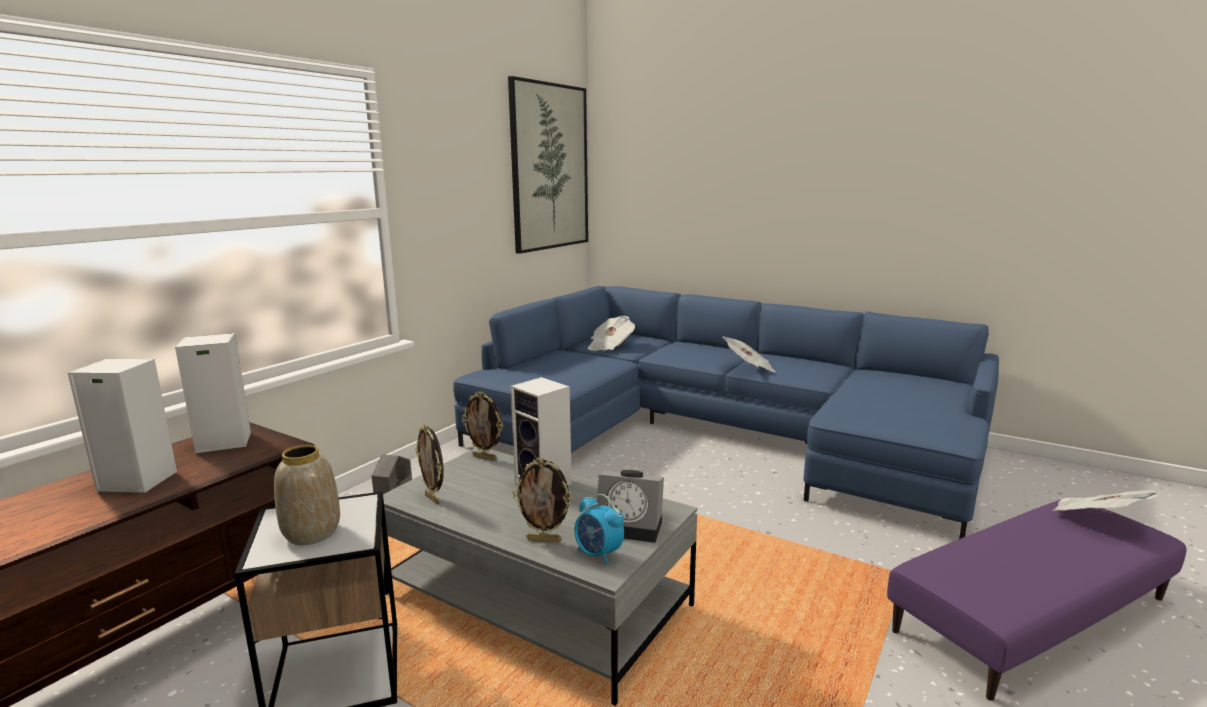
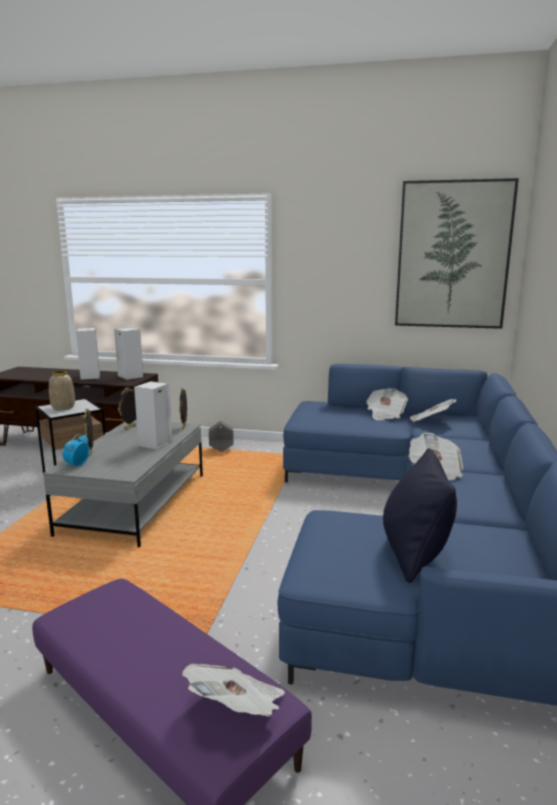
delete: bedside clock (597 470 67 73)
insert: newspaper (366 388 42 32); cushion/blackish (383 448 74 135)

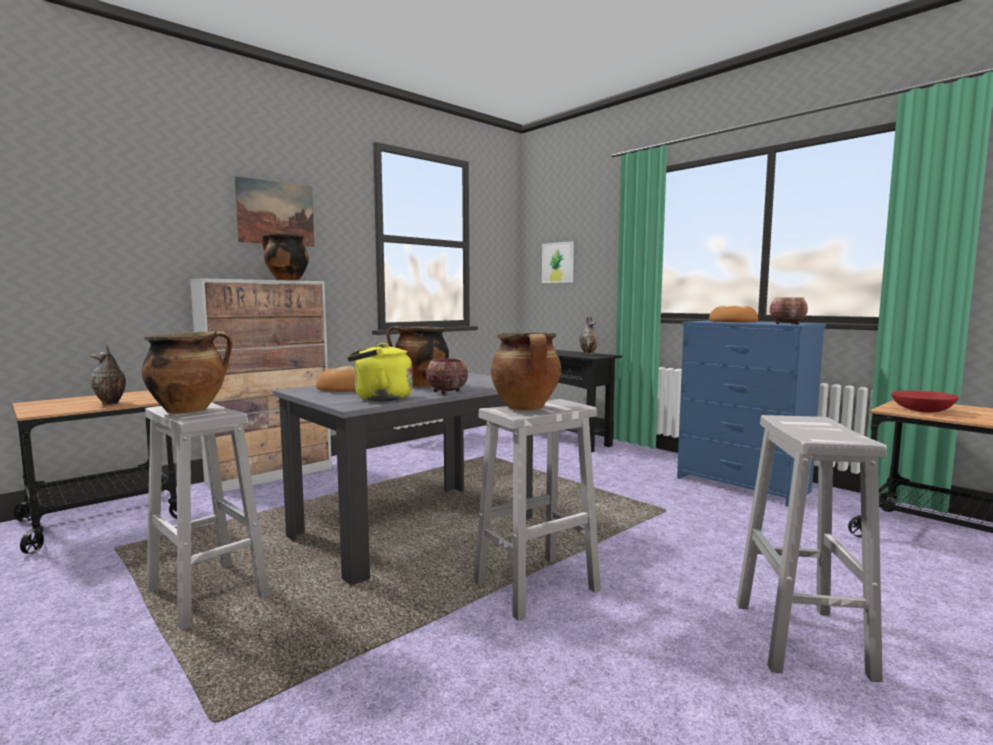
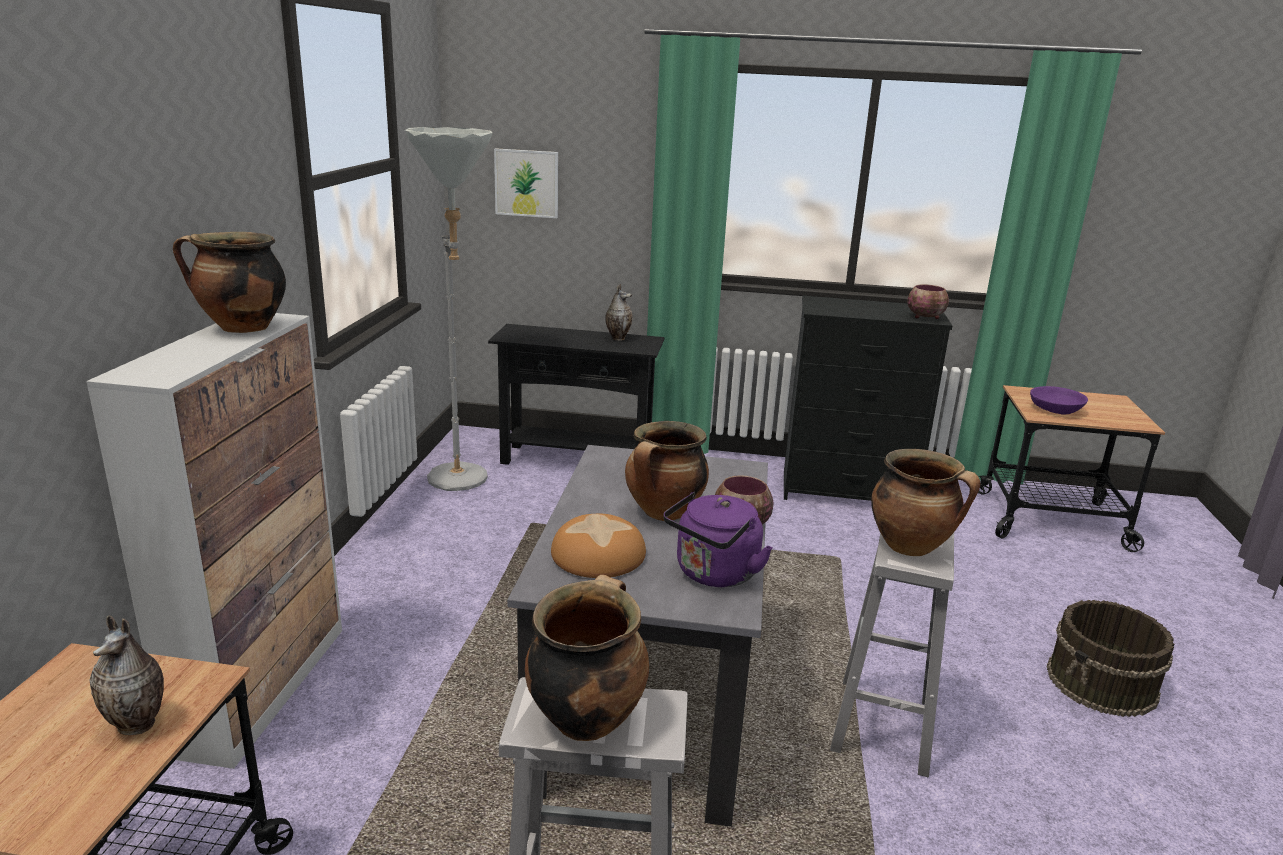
delete: wall art (234 176 80 71); bread (709 306 49 16)
insert: standing lamp/gray (405 127 87 364)
replace: stool/white (736 415 151 267) to bucket/brown (1046 600 128 117)
recolor: kettle/yellowish (347 343 66 58) to kettle/purplish (663 492 109 95); chest of drawers/blue (677 321 149 186) to chest of drawers/blackish (784 296 168 205); serving bowl/red-coloured (891 391 68 22) to serving bowl/purplish (1030 386 58 28)

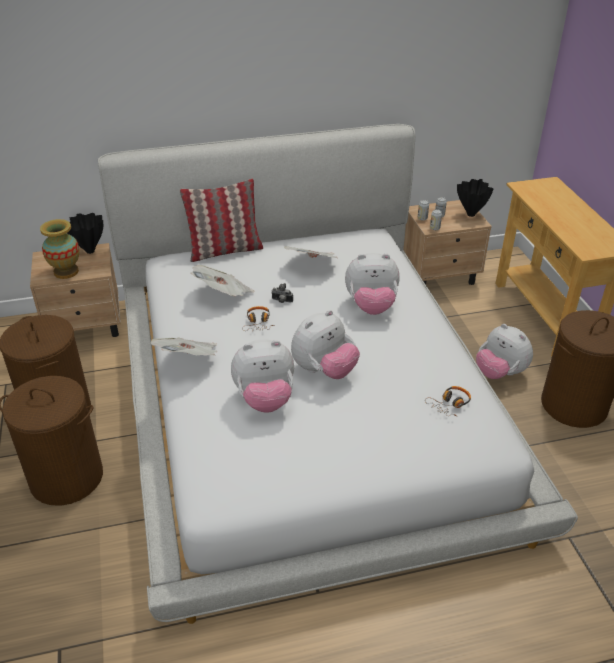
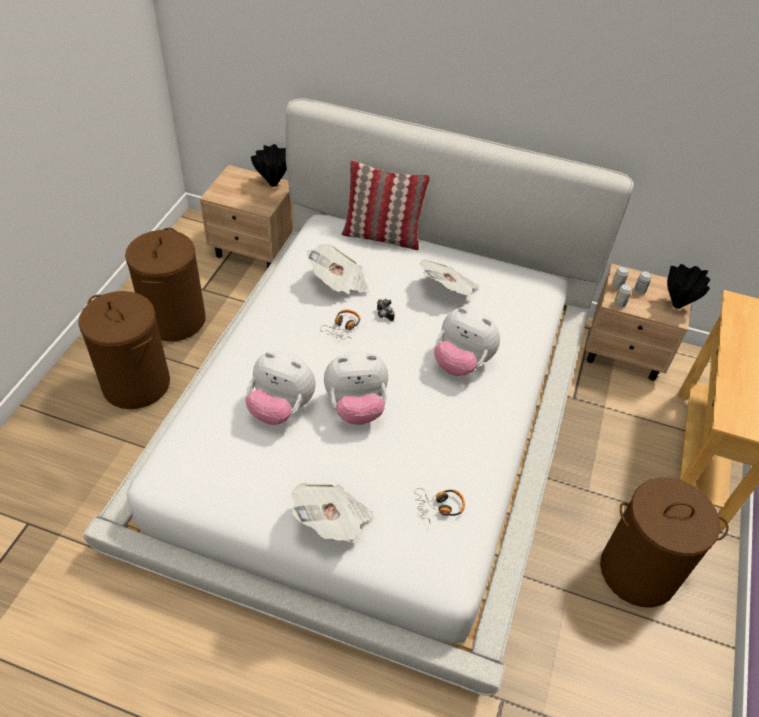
delete: vase (40 219 40 60); soft toy (476 324 57 55)
move: newspaper (151 338 67 17) to (291 483 83 59)

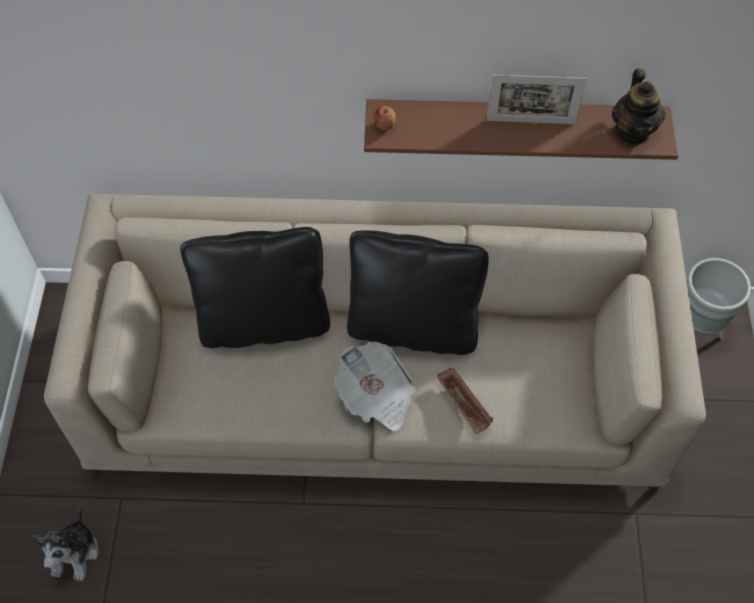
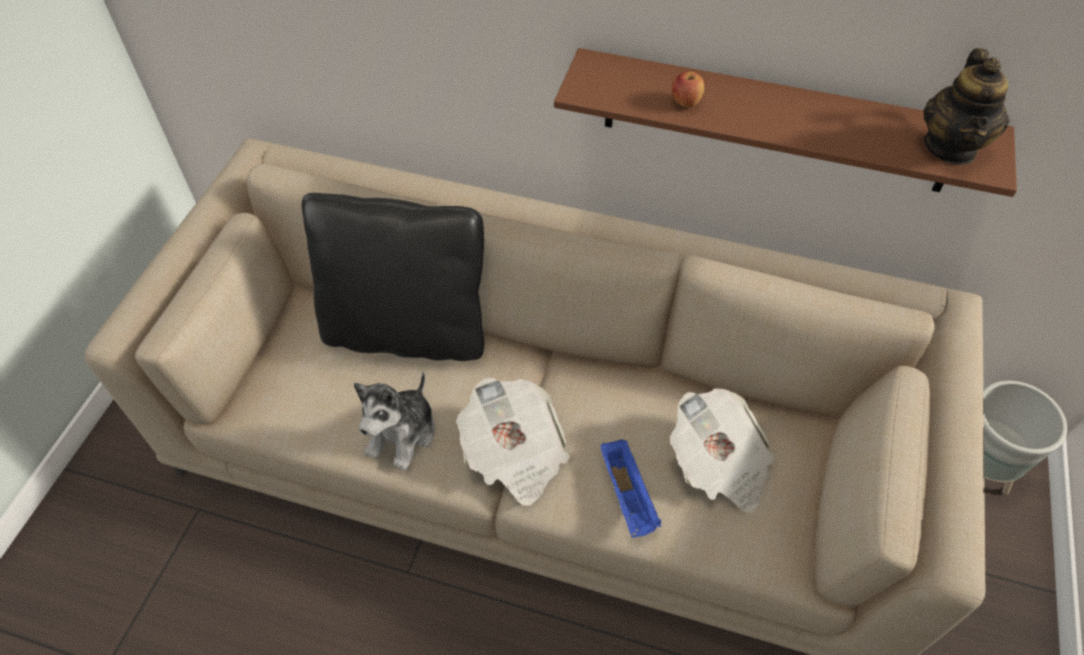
delete: cushion/blackish (347 230 142 125); photo frame (486 75 100 49)
insert: newspaper (670 388 106 125)
move: soft toy (33 508 65 73) to (354 372 81 99); apple fruit (374 106 22 24) to (672 71 32 36)
recolor: tray/brown (437 368 56 66) to tray/blue (600 439 61 99)

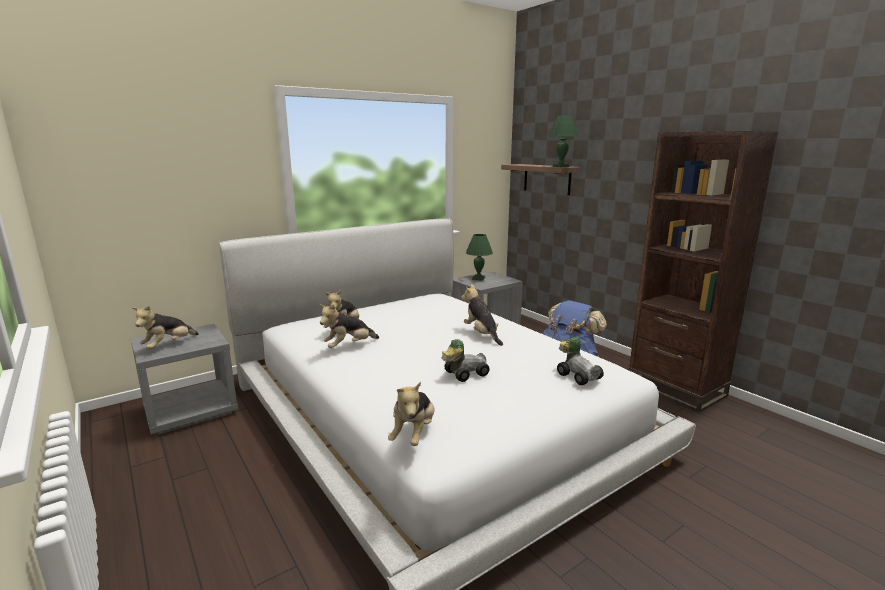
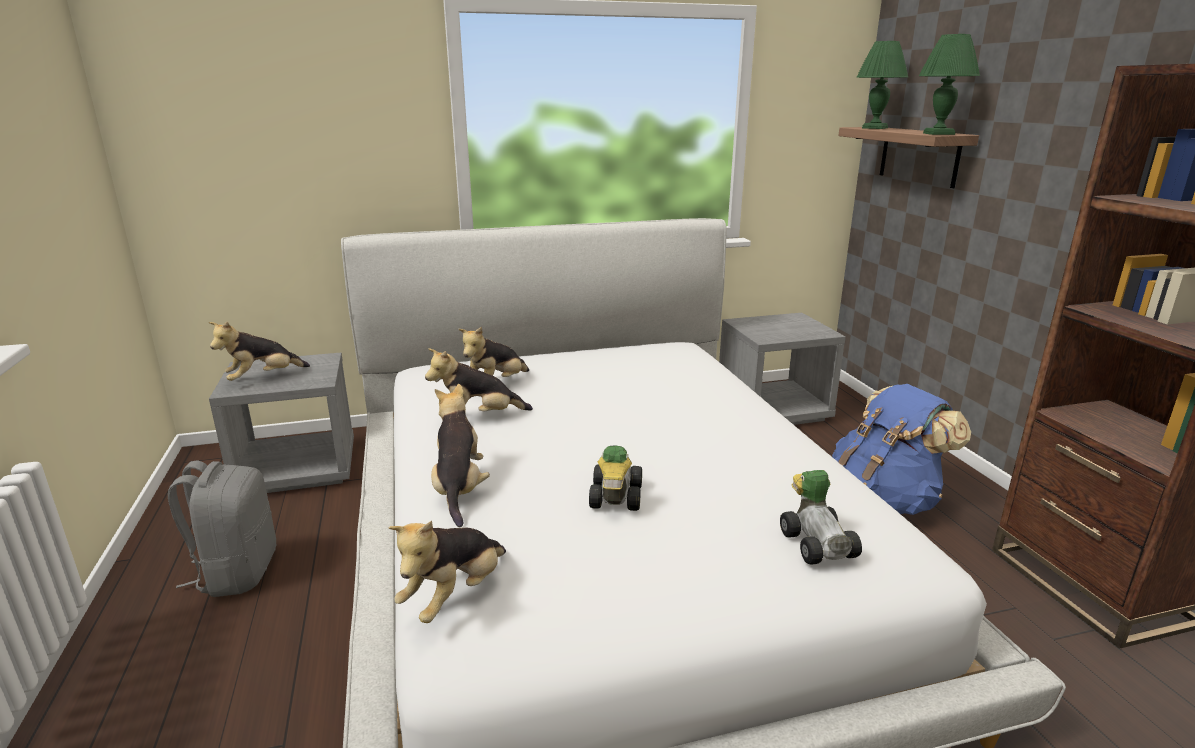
insert: rucksack/gray (168 460 108 137)
move: soft toy (461 284 42 62) to (431 384 59 143); table lamp/green-coloured (466 234 27 47) to (856 41 52 88)
rotate: toy car (441 339 49 43) = (589 446 53 65) 75 degrees counterclockwise

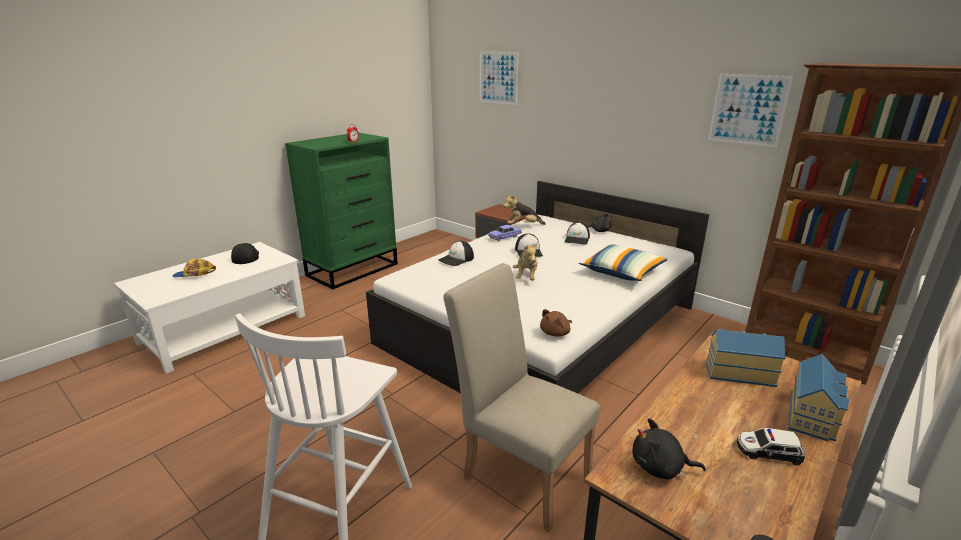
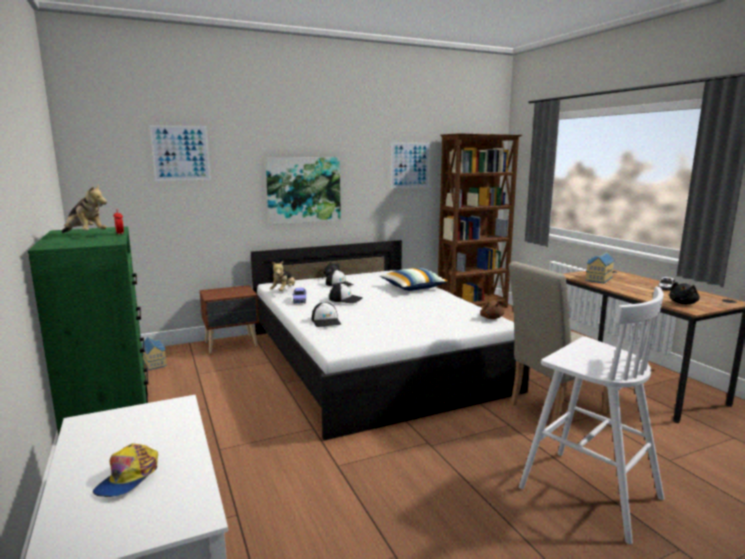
delete: baseball cap (231 243 28 21)
insert: wall art (265 157 76 67)
move: soft toy (513 243 25 38) to (62 185 45 48); model house (789 354 60 88) to (142 337 25 33)

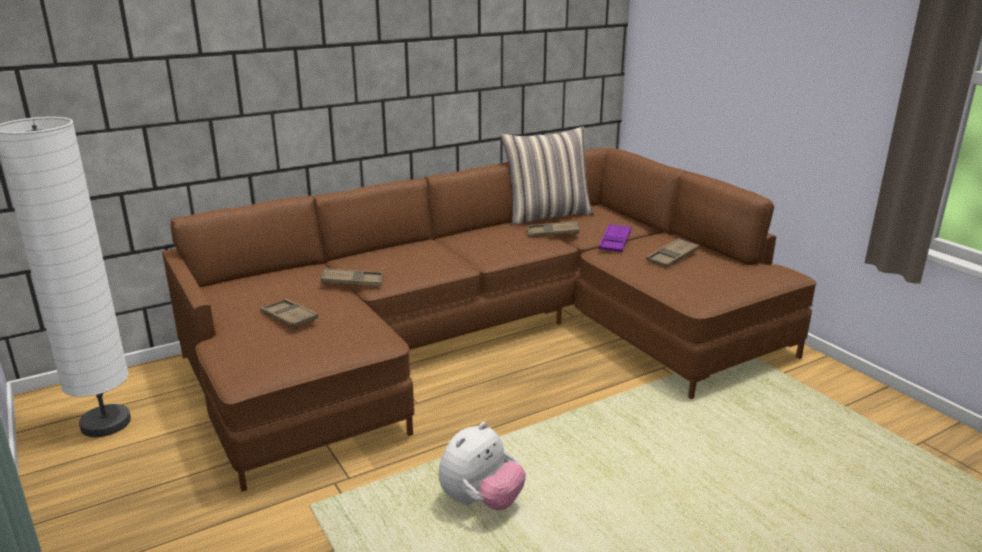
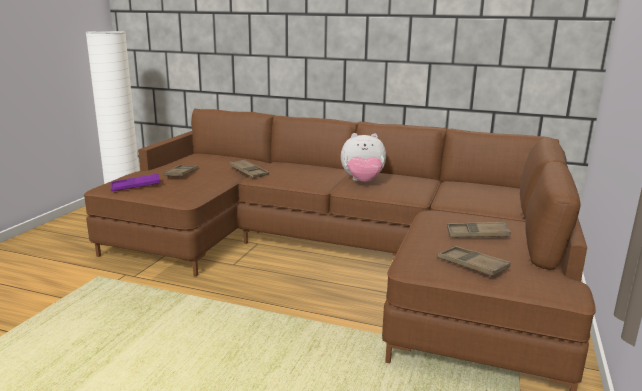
delete: cushion (501 126 93 99)
move: soft toy (439 422 87 88) to (341 133 45 49); tray/brown (527 221 53 16) to (437 246 74 31); tray/purplish (598 224 34 28) to (111 174 49 17)

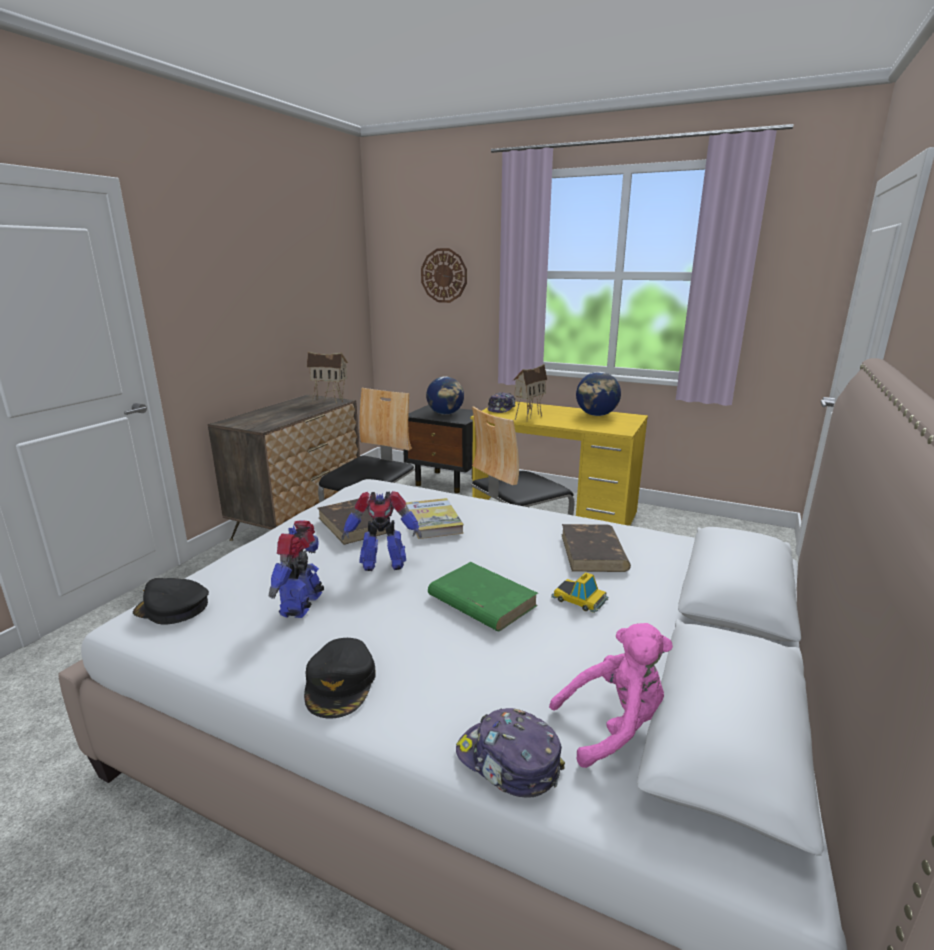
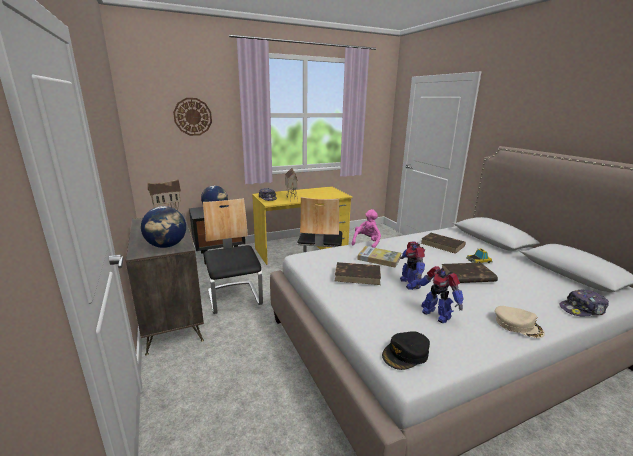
move: soft toy/pink (549 623 124 145) to (352 209 29 39); globe (576 372 45 44) to (141 206 45 42)
recolor: baseball cap/blackish (304 638 72 81) to baseball cap/beige-coloured (495 306 50 32); bound book/green-coloured (428 562 110 69) to bound book/brown (442 263 56 20)
rotate: toy robot (341 491 81 80) = (400 242 25 48) 135 degrees clockwise

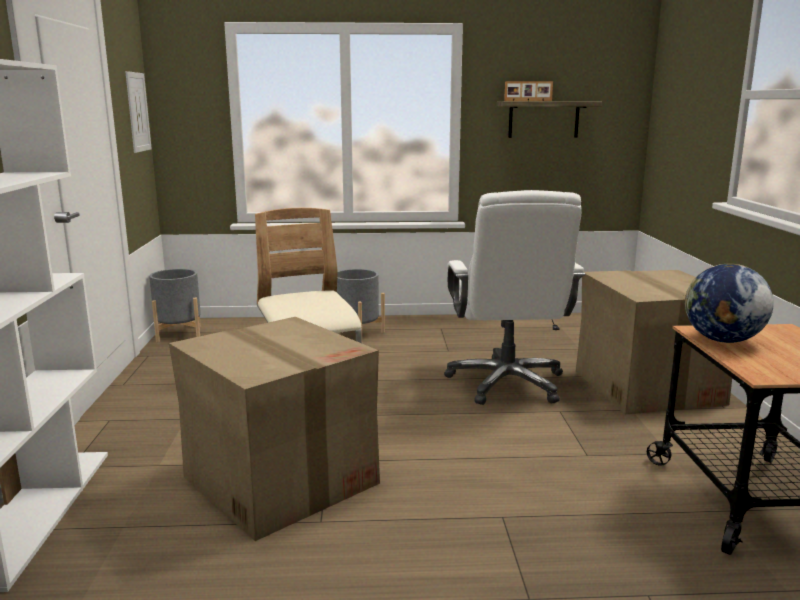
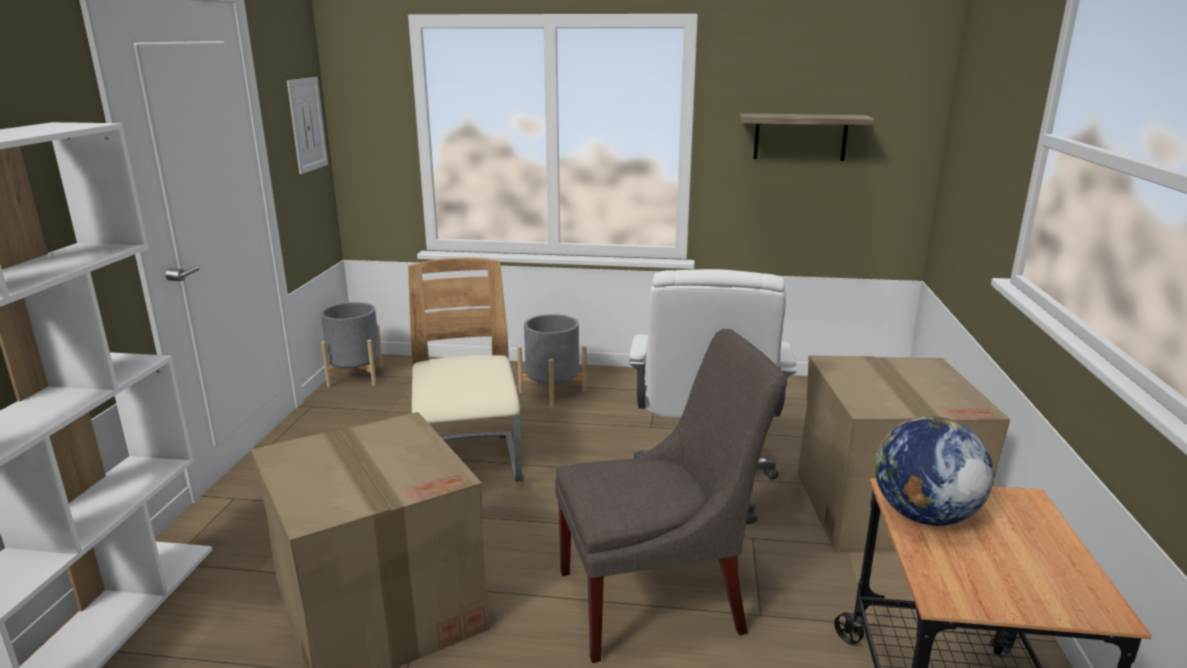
delete: photo frame (504 81 49 20)
insert: upright chair/gray (555 329 232 334)

